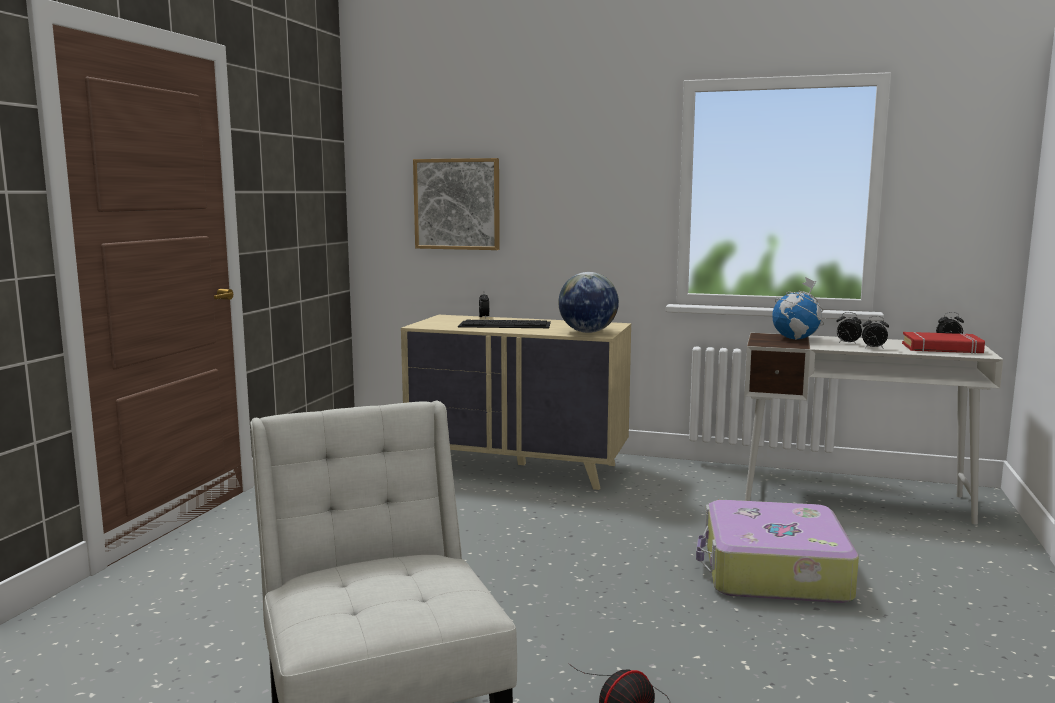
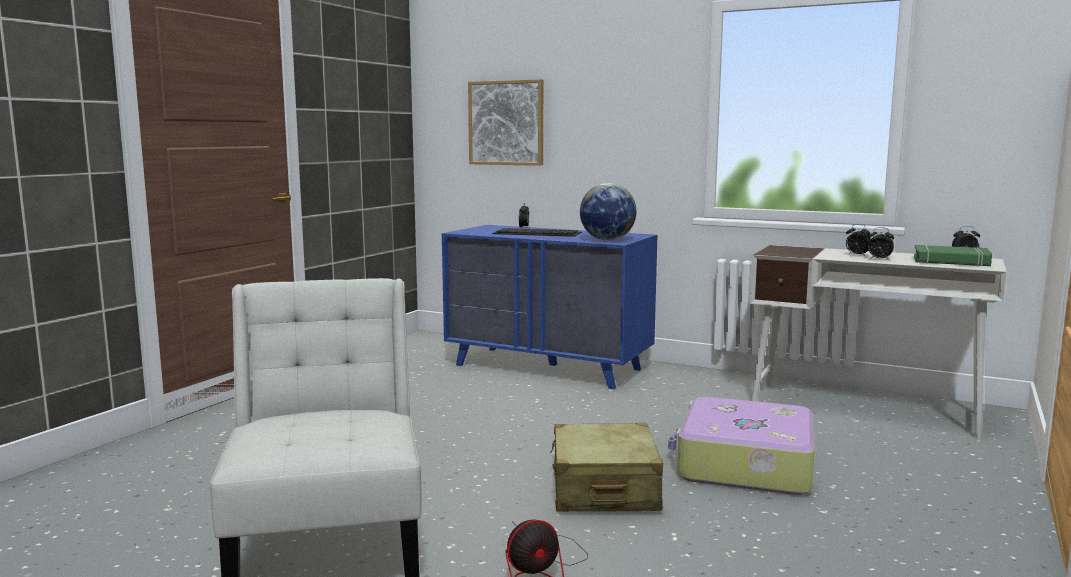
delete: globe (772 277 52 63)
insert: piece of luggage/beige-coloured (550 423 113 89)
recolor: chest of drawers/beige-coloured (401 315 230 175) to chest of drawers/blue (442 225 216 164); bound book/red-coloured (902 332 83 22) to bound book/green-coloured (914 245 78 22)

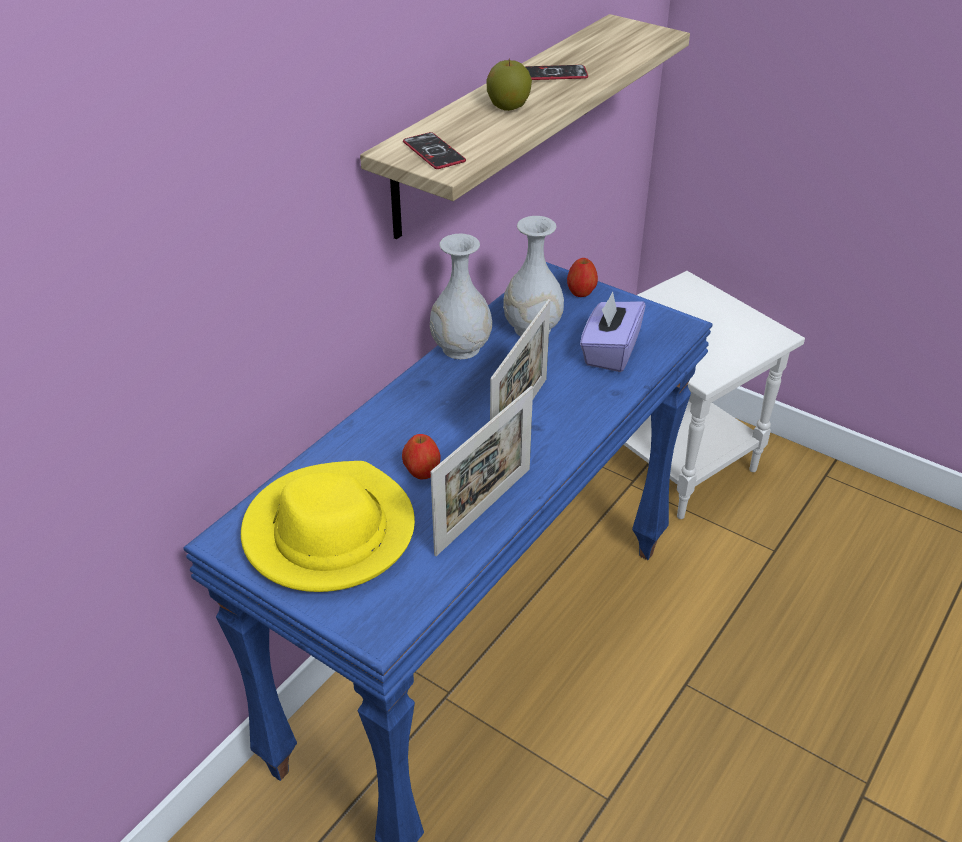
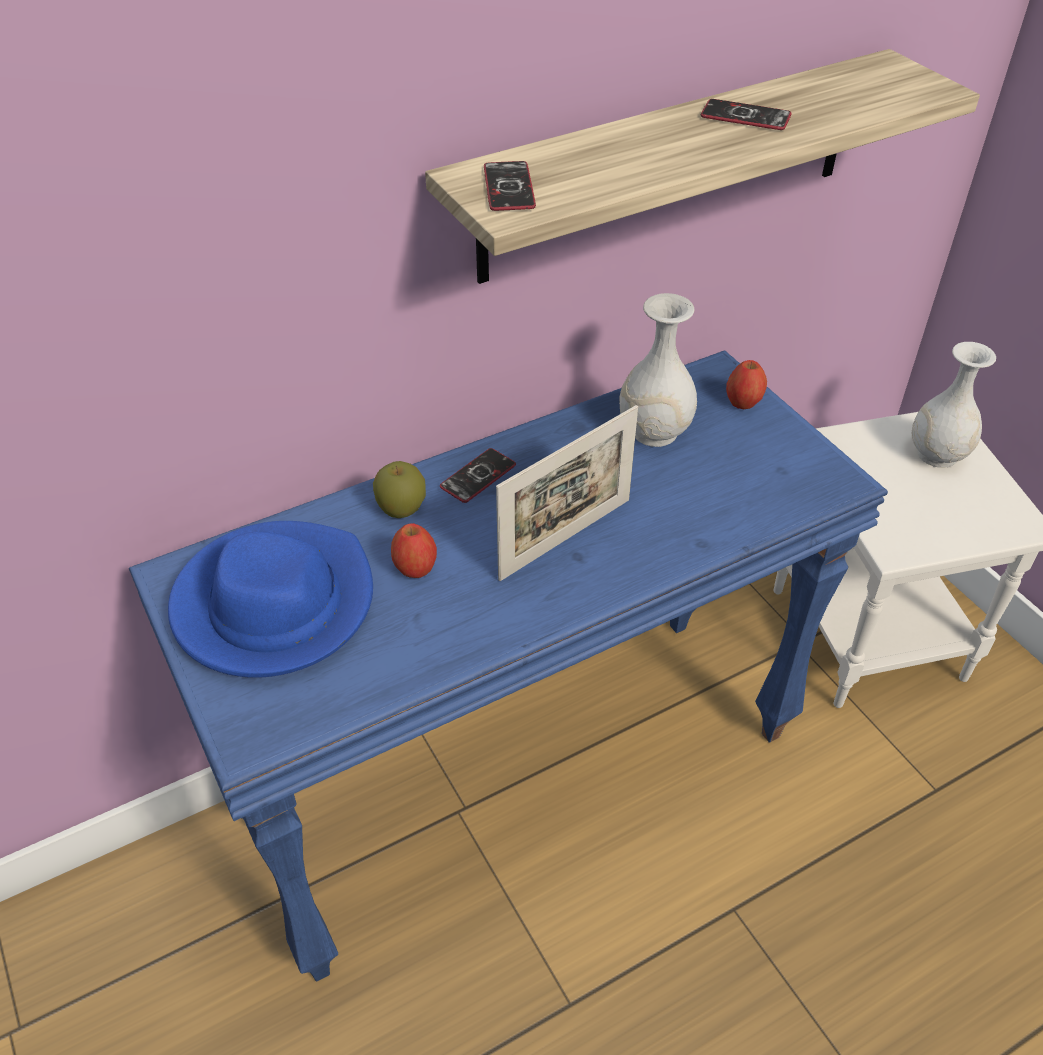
delete: photo frame (431 386 102 170); tissue box/purplish (580 292 66 80)
insert: phone (440 448 76 55)
move: vase/white (430 234 62 125) to (912 342 84 126); apple fruit (486 58 46 53) to (373 461 53 57)
recolor: clothing hat/yellowish (241 461 174 131) to clothing hat/blue (168 521 205 157)

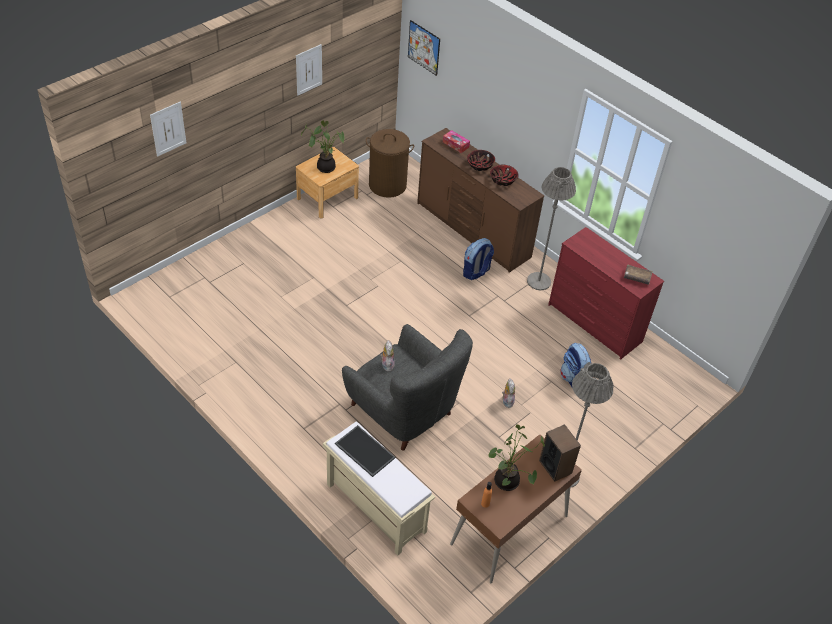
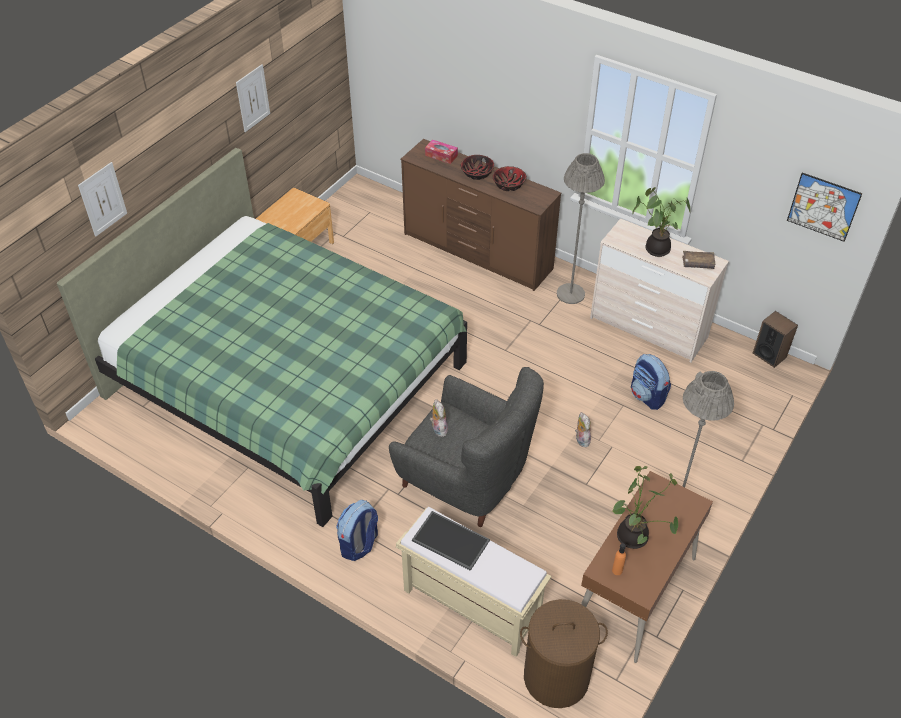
insert: bed/green-coloured (57 148 410 379)
move: houseplant (301 120 44 53) to (632 187 58 70); hamper/brown (366 129 48 69) to (520 599 88 109); wall art (408 20 32 56) to (787 172 76 70); rucksack (463 238 31 42) to (336 500 42 61); loudspeaker (539 424 42 58) to (753 311 45 57)
recolor: chest of drawers/red-coloured (548 227 116 133) to chest of drawers/beige-coloured (590 218 139 144)

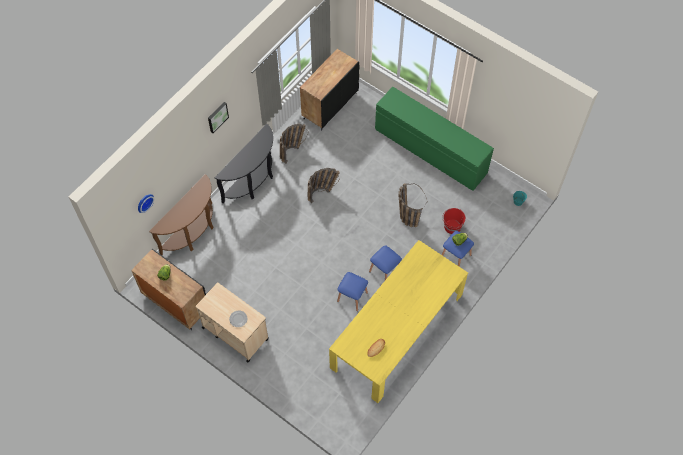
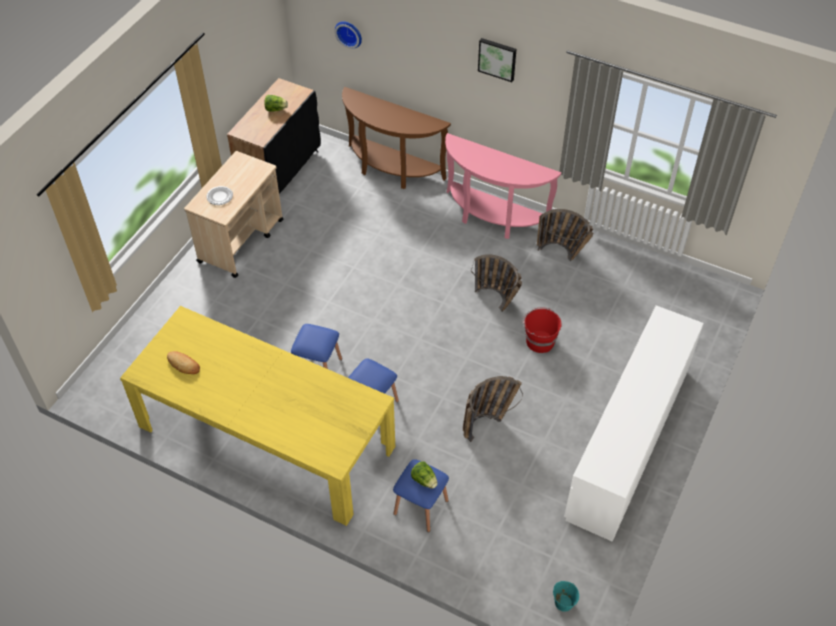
delete: cabinet/blackish (300 49 60 82)
move: bucket/red-coloured (442 208 24 26) to (523 307 39 46)
recolor: hall table/blackish (214 124 59 80) to hall table/pink (445 133 116 106); chest of drawers/green-coloured (375 86 119 105) to chest of drawers/white (564 305 140 237)

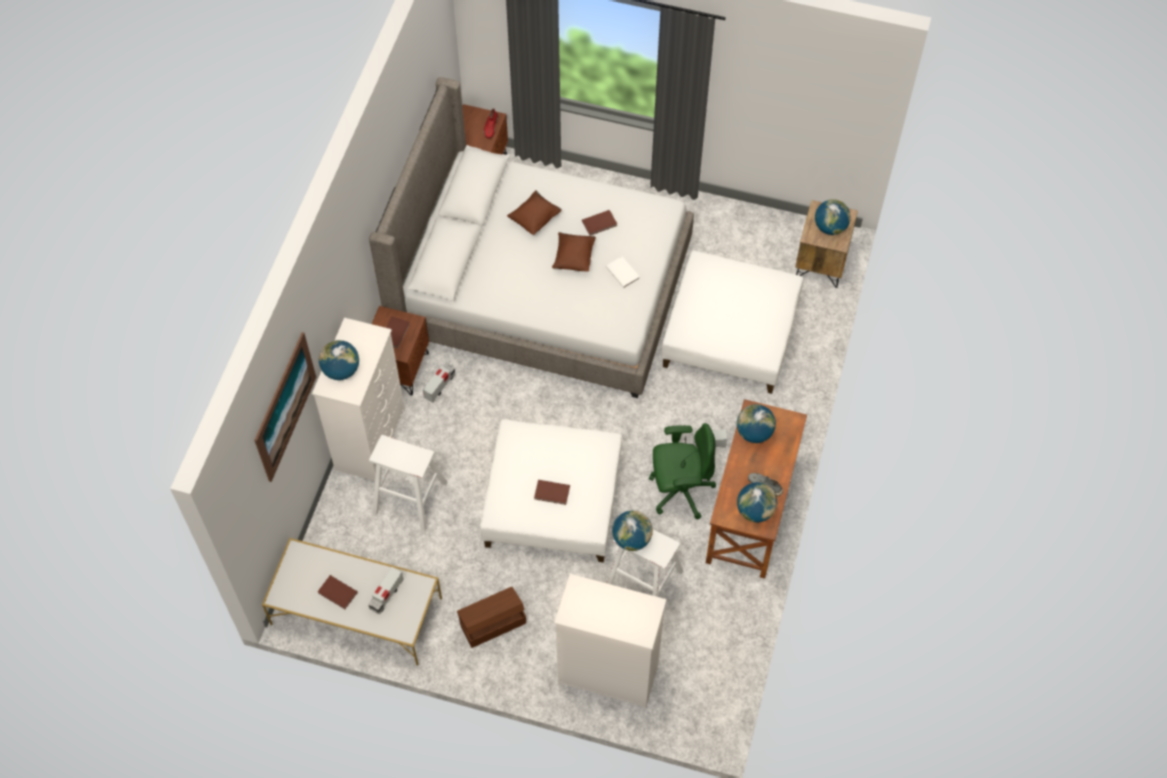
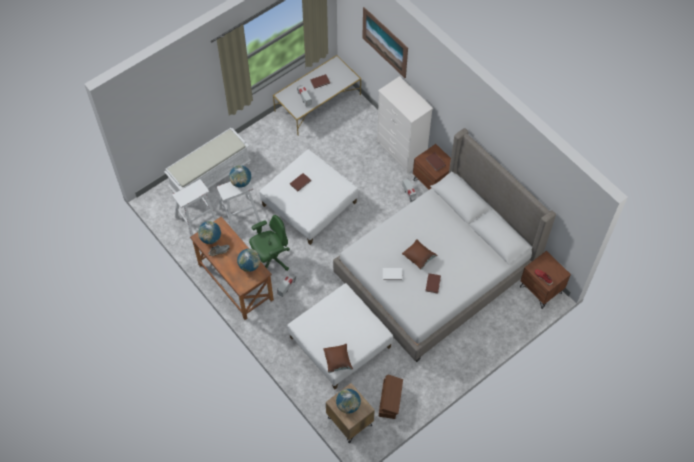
delete: globe (319 340 40 40)
move: stool/white (369 435 79 97) to (172 179 45 61); storage box/brown (457 587 69 61) to (379 375 24 44); cushion/brown (507 190 55 45) to (323 344 30 29)
replace: chest of drawers/white (554 574 112 135) to indoor bench/white (164 128 87 65)
rotate: computer chair/green-coloured (649 423 67 96) = (249 215 41 56) 150 degrees counterclockwise

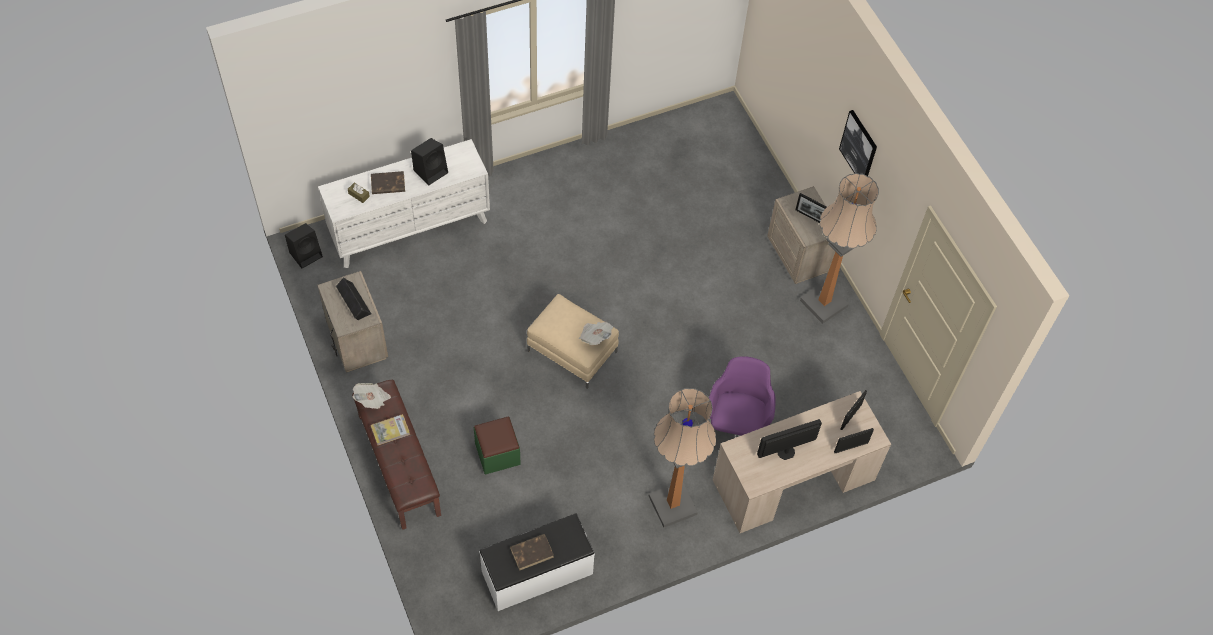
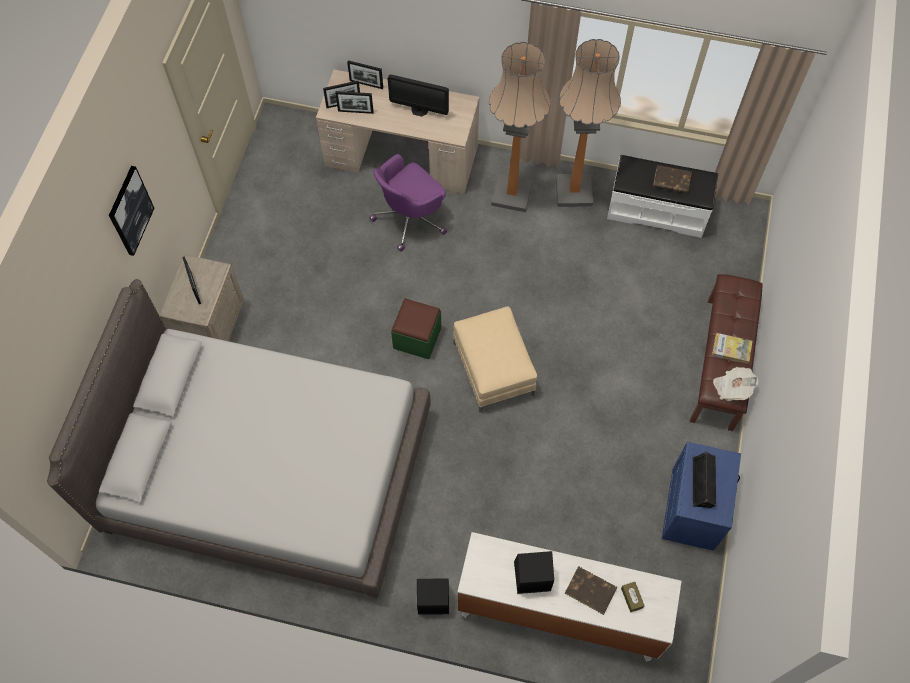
delete: newspaper (579 322 34 23)
insert: bed/gray (47 279 384 319); photo frame (335 91 39 23)
move: loudspeaker/blackish (285 223 38 46) to (417 578 32 37); footrest/green-coloured (474 416 46 58) to (391 299 50 60); standing lamp (800 173 79 151) to (556 39 65 168)
recolor: night table/beige-coloured (317 271 71 102) to night table/blue (662 442 79 109)

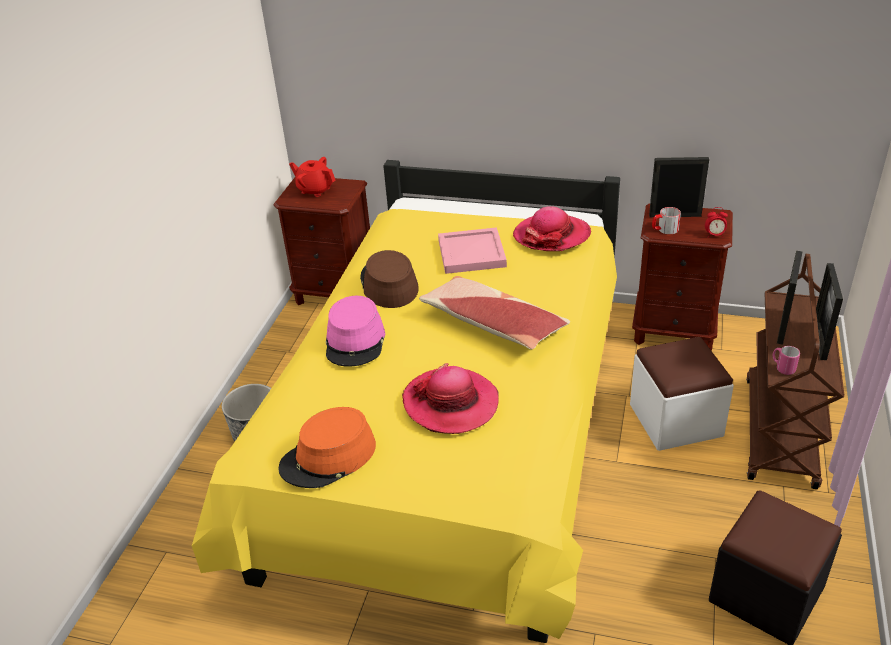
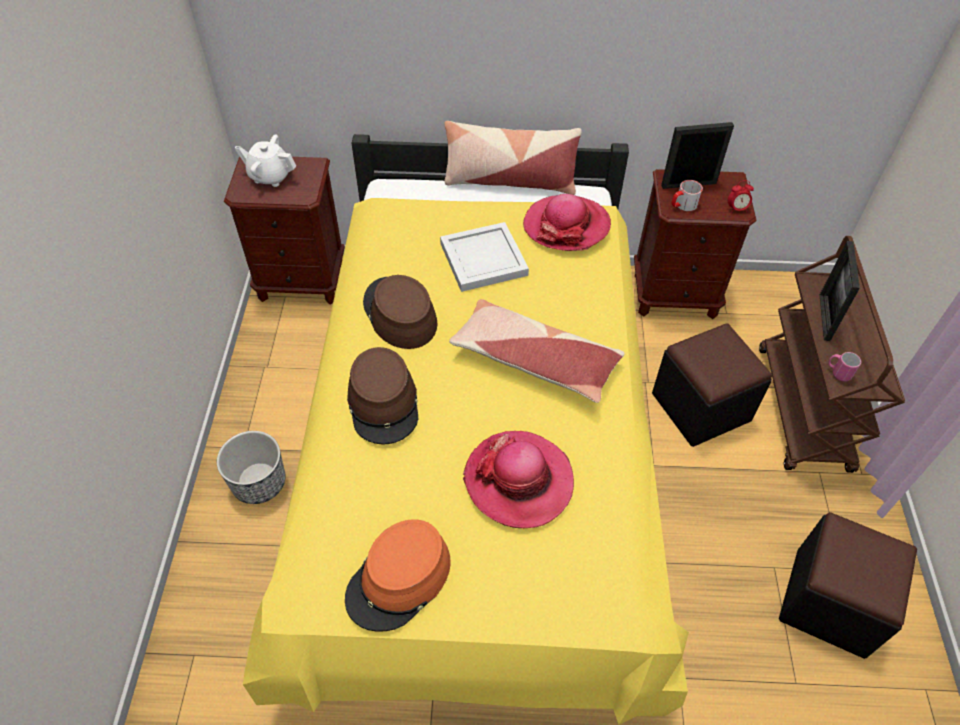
delete: photo frame (816 263 27 97)
insert: cushion (444 121 137 74)
recolor: tea pot/red-coloured (289 157 46 40) to tea pot/white (235 135 61 52); clothing hat/pink (326 296 59 71) to clothing hat/brown (347 347 71 98); tray/pink (438 227 69 47) to tray/white (440 222 89 70); footrest/white (630 337 104 114) to footrest/blackish (652 323 120 124)

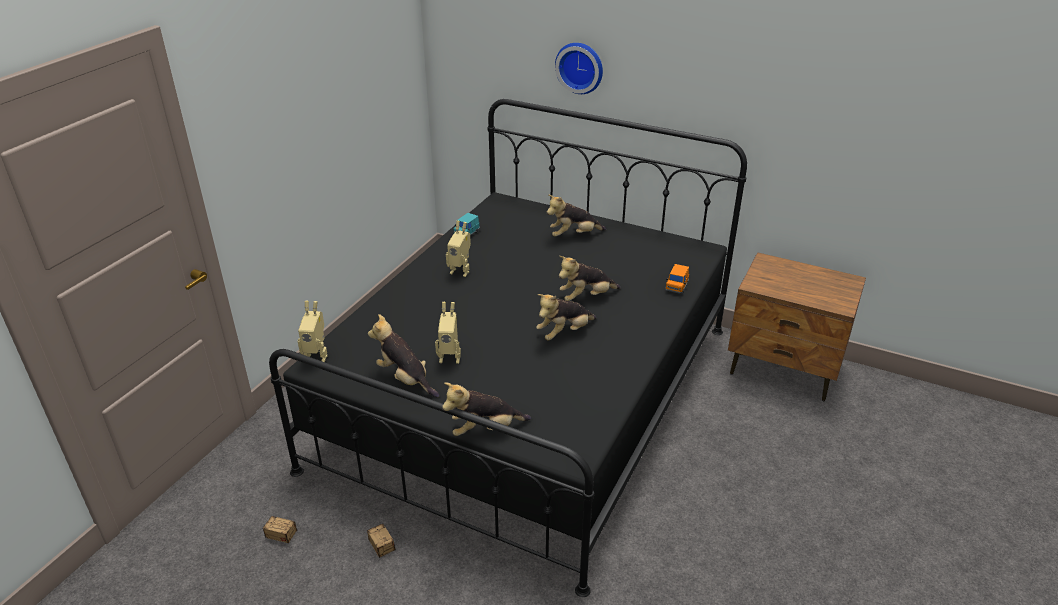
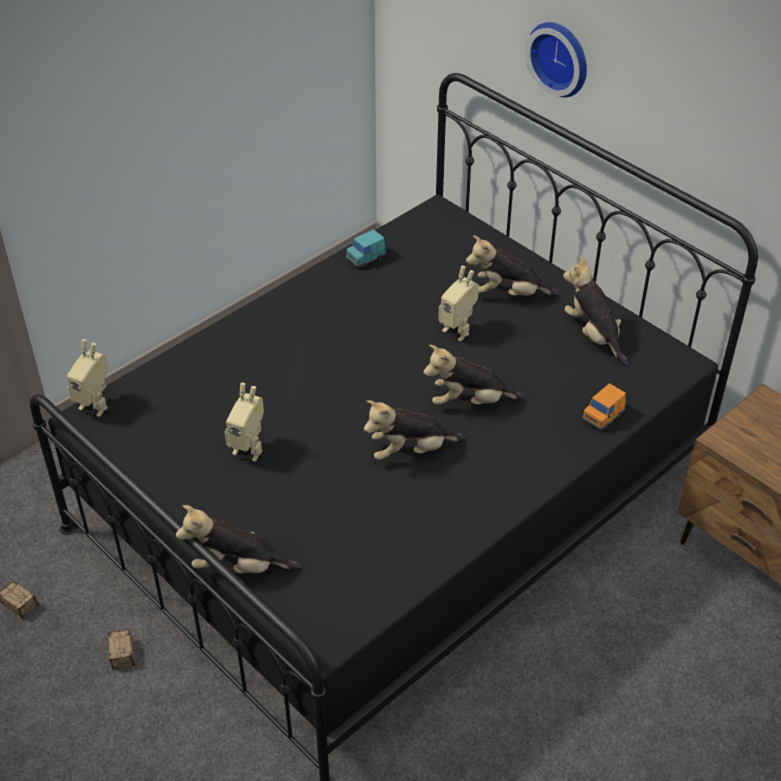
move: soft toy (368 314 71 84) to (563 256 66 109); toy robot (446 221 25 56) to (438 266 41 75)

